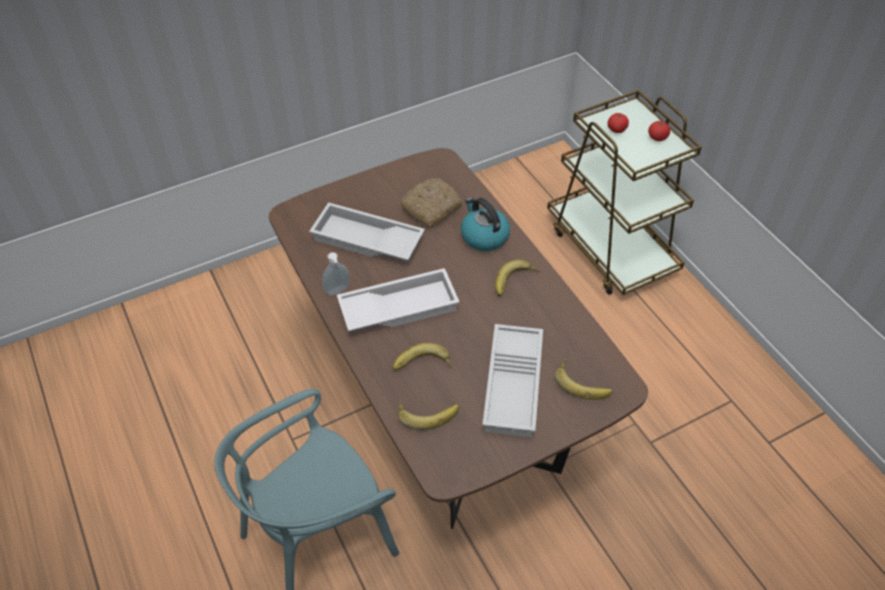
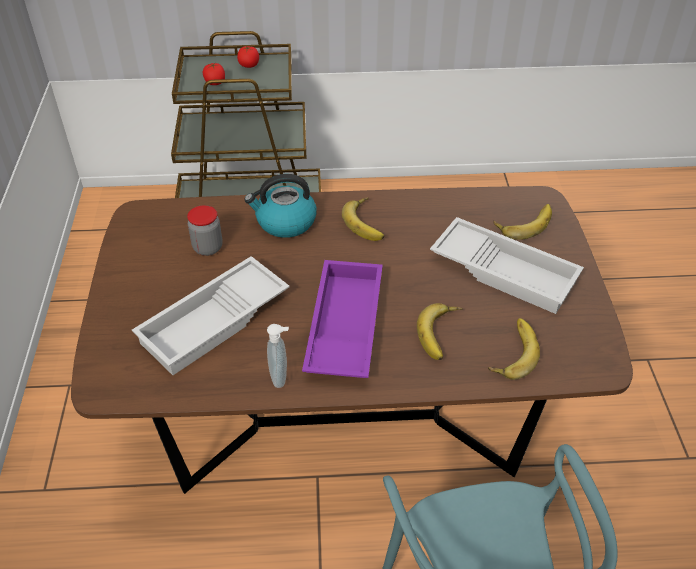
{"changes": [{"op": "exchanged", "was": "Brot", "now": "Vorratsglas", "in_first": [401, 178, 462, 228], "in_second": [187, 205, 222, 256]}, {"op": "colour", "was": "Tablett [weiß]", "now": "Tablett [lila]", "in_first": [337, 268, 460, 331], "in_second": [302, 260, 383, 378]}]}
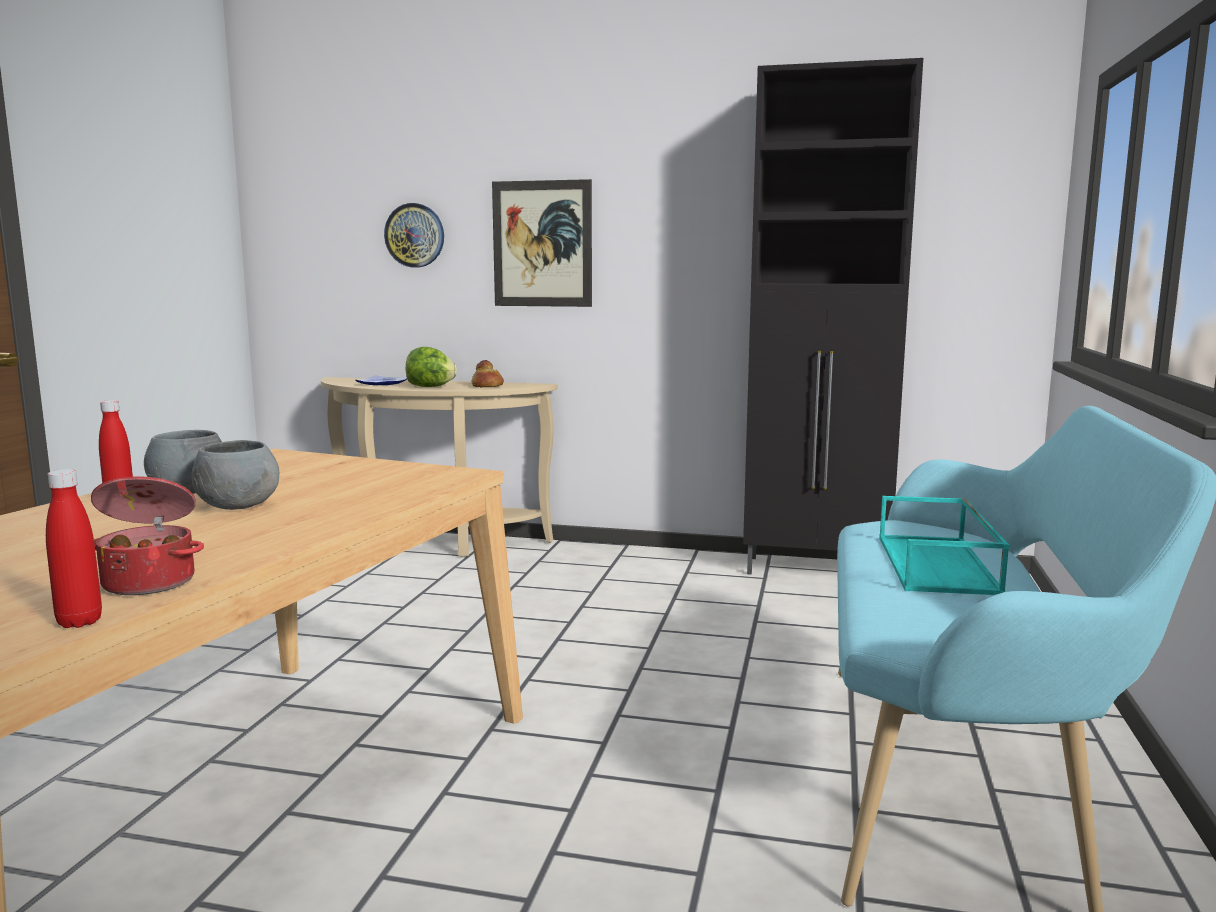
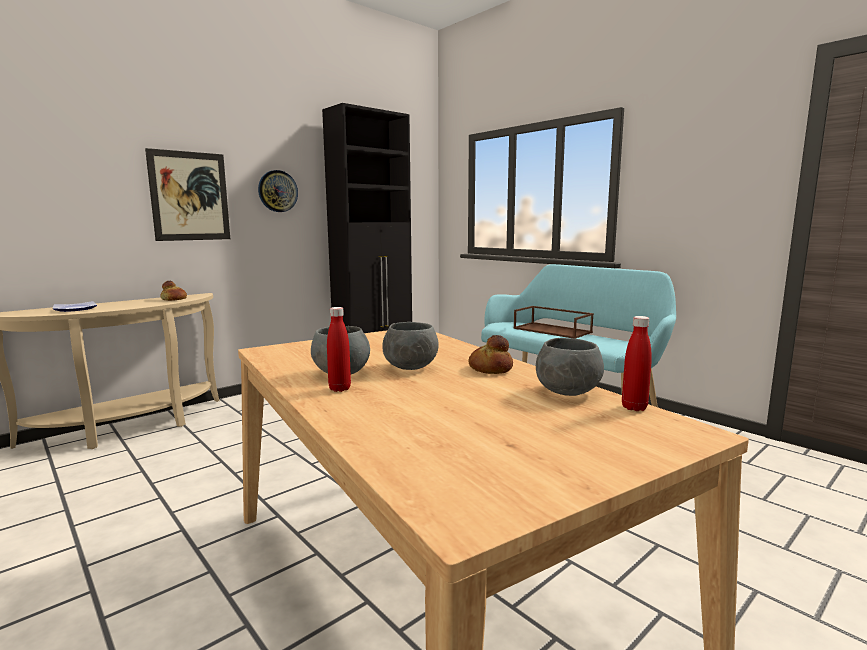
{"changes": [{"op": "relocated", "was": "Wanduhr", "in_first": [384, 203, 444, 267], "in_second": [258, 170, 298, 212]}, {"op": "appeared", "now": "Brot", "in_second": [468, 335, 513, 374]}, {"op": "colour", "was": "Tablett [türkis]", "now": "Tablett [braun]", "in_first": [879, 496, 1009, 595], "in_second": [513, 306, 594, 339]}, {"op": "exchanged", "was": "Kochtopf", "now": "Schüssel [grau]", "in_first": [91, 476, 204, 595], "in_second": [536, 338, 604, 396]}, {"op": "missing", "was": "Salatkopf", "in_first": [406, 347, 457, 387]}]}
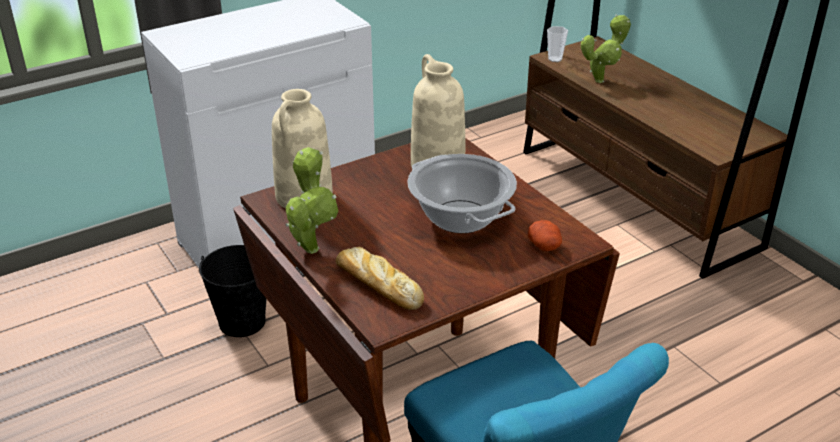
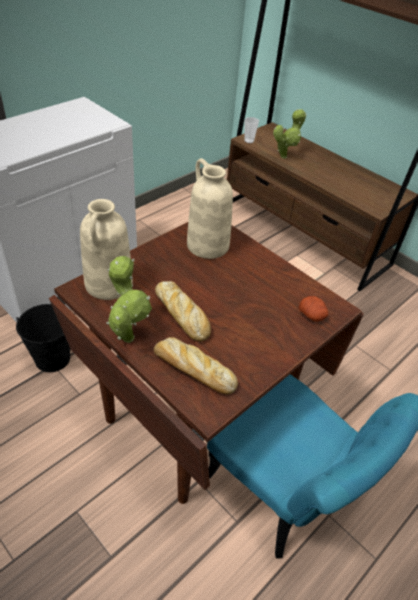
{"changes": [{"op": "appeared", "now": "Brot", "in_second": [155, 281, 211, 342]}, {"op": "missing", "was": "Kochtopf", "in_first": [407, 154, 517, 233]}]}
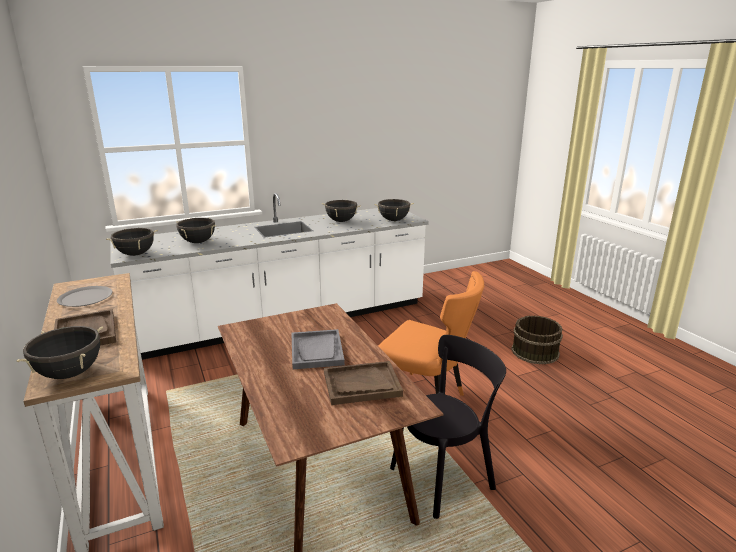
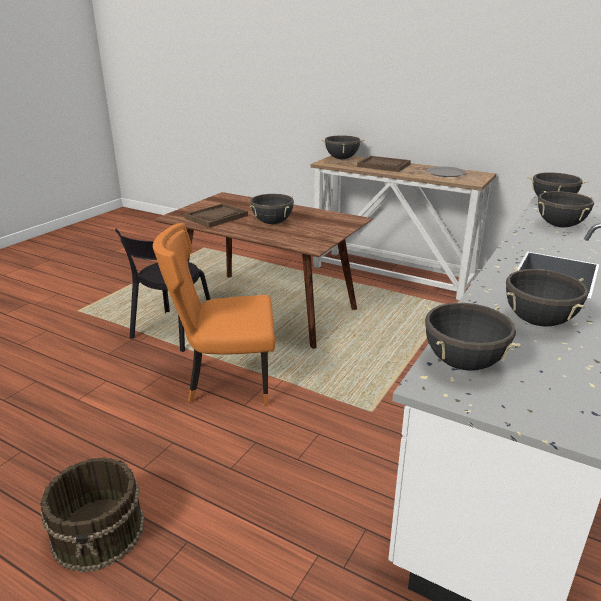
{"changes": [{"op": "exchanged", "was": "Tablett [grau]", "now": "Kochtopf [schwarz]", "in_first": [291, 329, 345, 369], "in_second": [250, 194, 294, 224]}]}
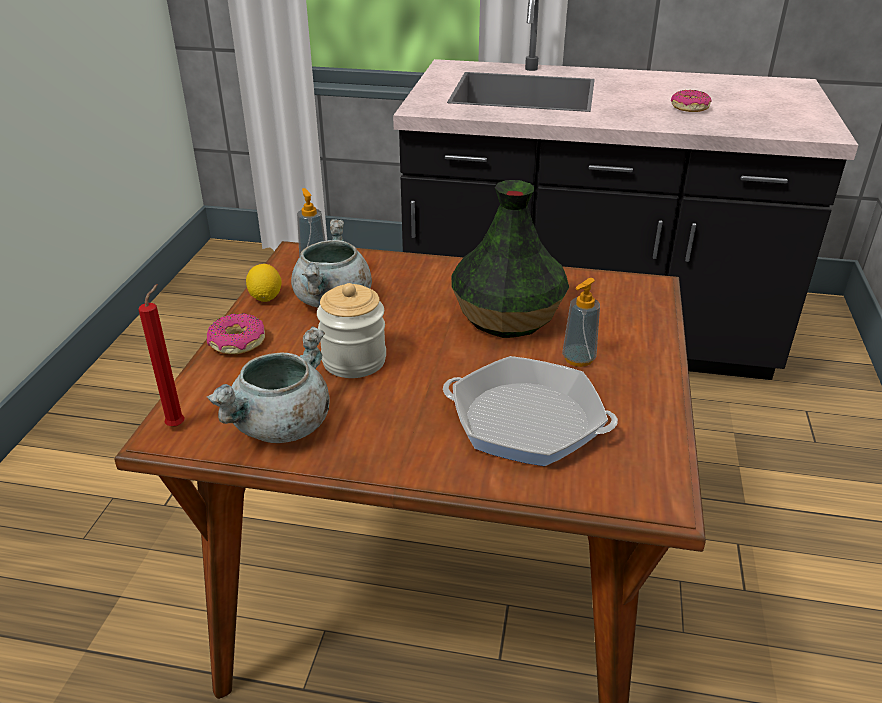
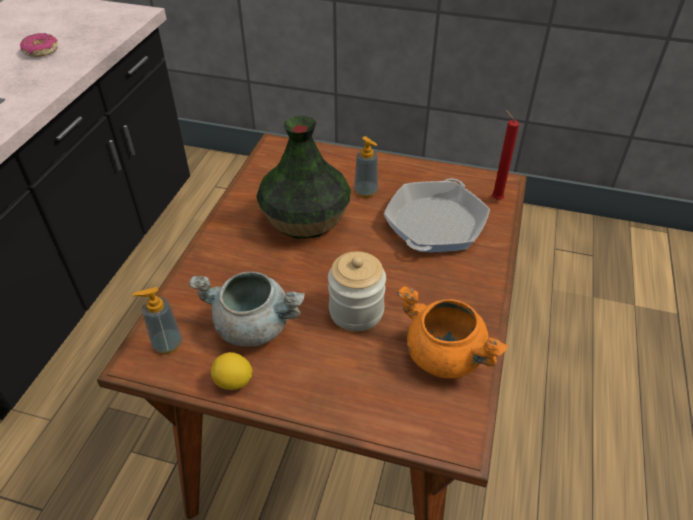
{"changes": [{"op": "colour", "was": "Kochtopf [grau]", "now": "Kochtopf [orange]", "in_first": [207, 326, 330, 443], "in_second": [397, 286, 509, 378]}, {"op": "relocated", "was": "Kerze [rot]", "in_first": [138, 284, 185, 427], "in_second": [492, 110, 519, 200]}, {"op": "missing", "was": "Donut", "in_first": [207, 314, 265, 354]}]}
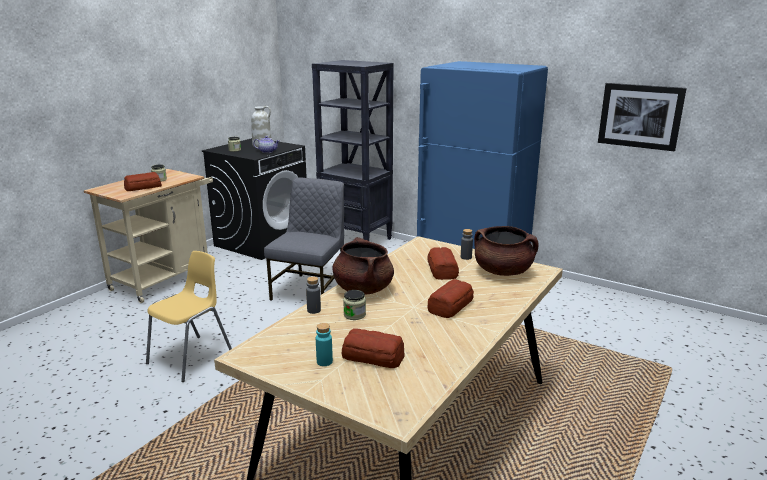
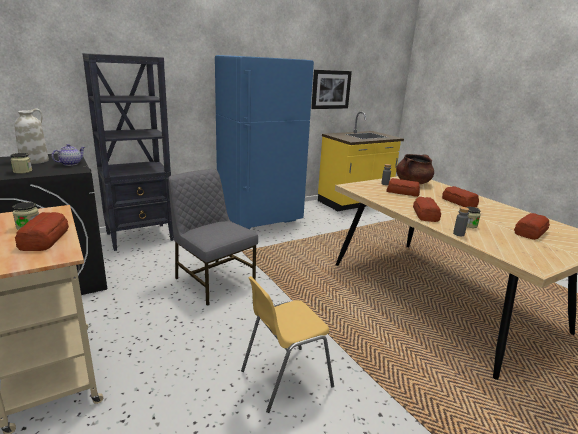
{"changes": [{"op": "spun", "was": "Stuhl [gelb]", "in_first": [146, 251, 232, 382], "in_second": [241, 276, 334, 413], "clockwise": -90}, {"op": "appeared", "now": "Küchenzeile [gelb]", "in_second": [318, 112, 404, 211]}, {"op": "exchanged", "was": "Kochtopf [braun]", "now": "Brot", "in_first": [333, 237, 394, 295], "in_second": [413, 197, 441, 222]}, {"op": "missing", "was": "Flasche [türkis]", "in_first": [316, 323, 333, 366]}]}
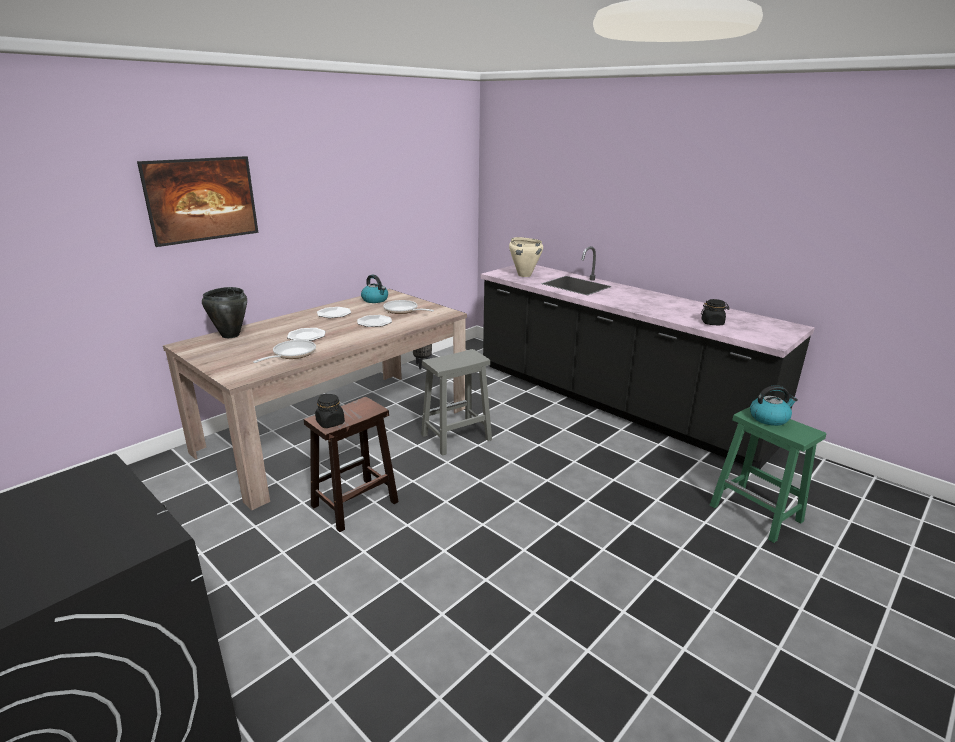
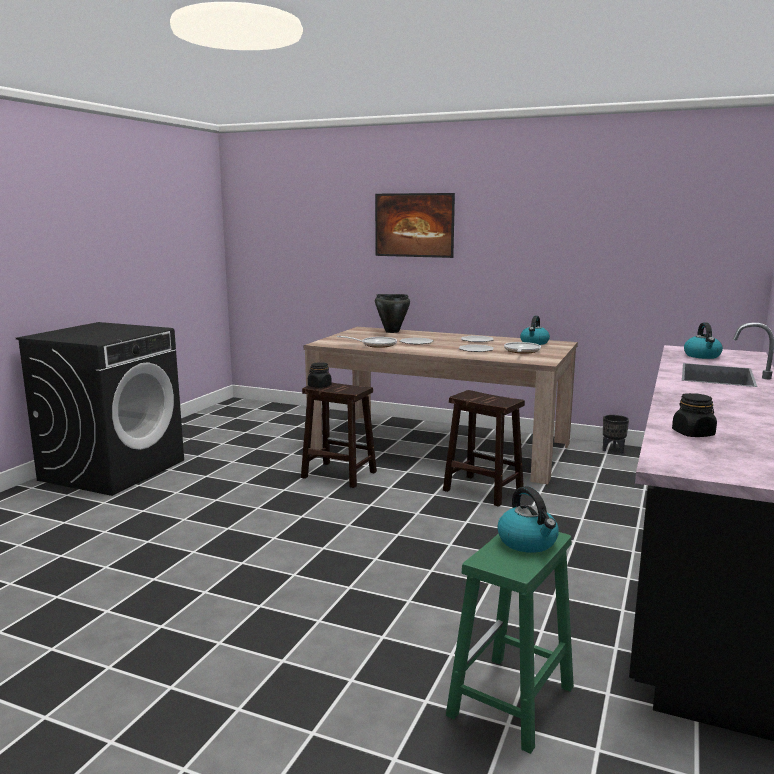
{"changes": [{"op": "colour", "was": "Hocker [grau]", "now": "Hocker [braun]", "in_first": [421, 349, 492, 456], "in_second": [443, 390, 525, 507]}, {"op": "exchanged", "was": "Kochtopf [beige]", "now": "Wasserkessel", "in_first": [509, 237, 543, 277], "in_second": [684, 322, 723, 359]}]}
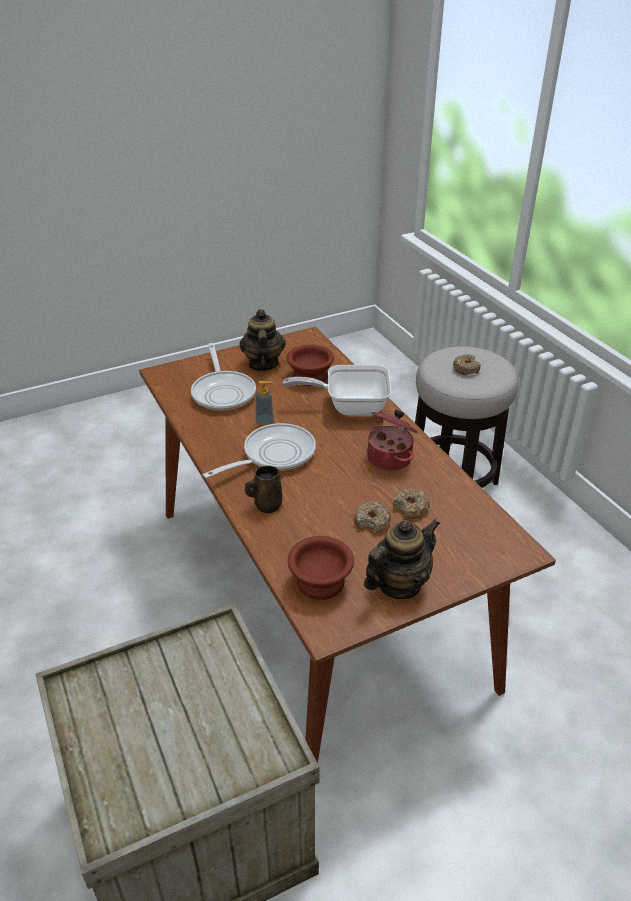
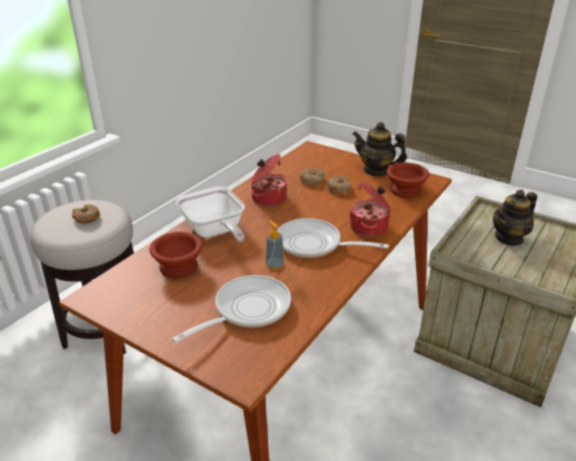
{"changes": [{"op": "exchanged", "was": "Henkelbecher [braun]", "now": "Kochtopf", "in_first": [245, 465, 282, 514], "in_second": [349, 181, 391, 237]}, {"op": "relocated", "was": "Teekanne", "in_first": [239, 309, 286, 371], "in_second": [493, 189, 537, 246]}]}
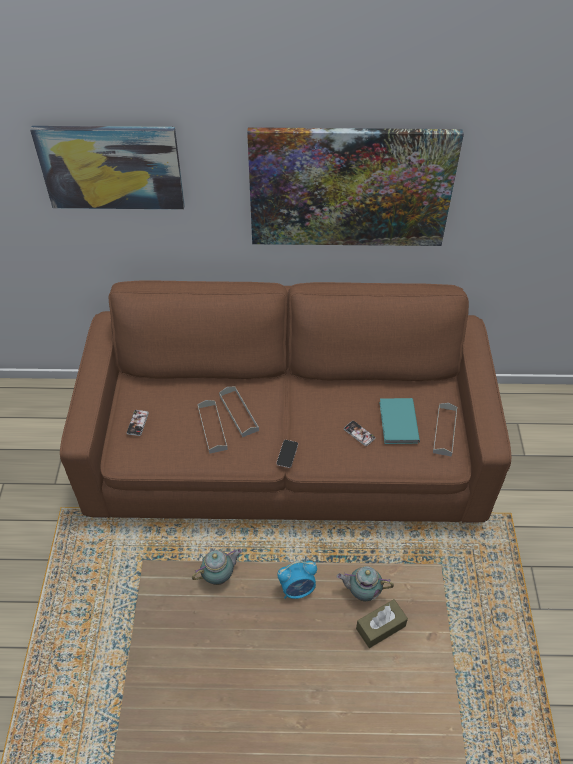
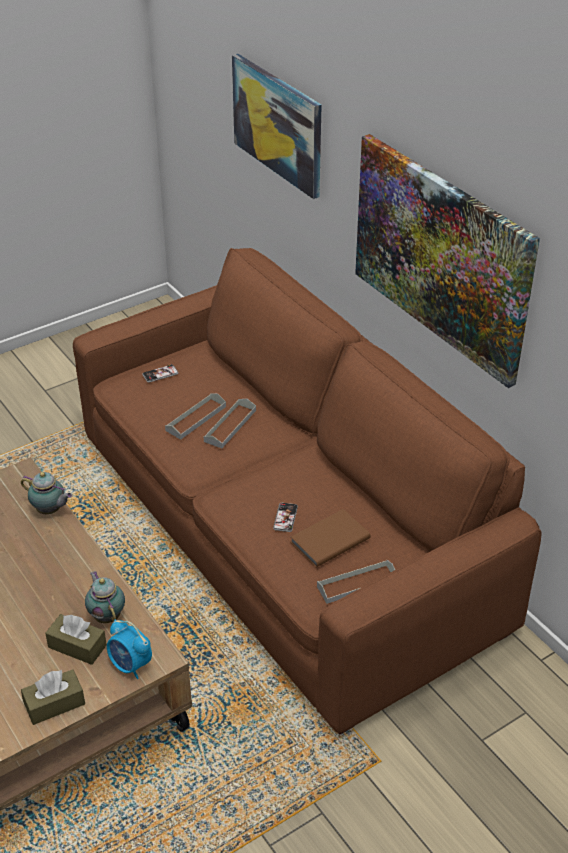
{"changes": [{"op": "appeared", "now": "Taschentuchbox [braun]", "in_second": [21, 669, 85, 725]}, {"op": "relocated", "was": "Wecker", "in_first": [277, 561, 317, 599], "in_second": [107, 619, 152, 679]}, {"op": "colour", "was": "Buch [türkis]", "now": "Buch [braun]", "in_first": [379, 398, 420, 444], "in_second": [291, 509, 370, 567]}, {"op": "missing", "was": "Handy", "in_first": [276, 440, 298, 468]}]}
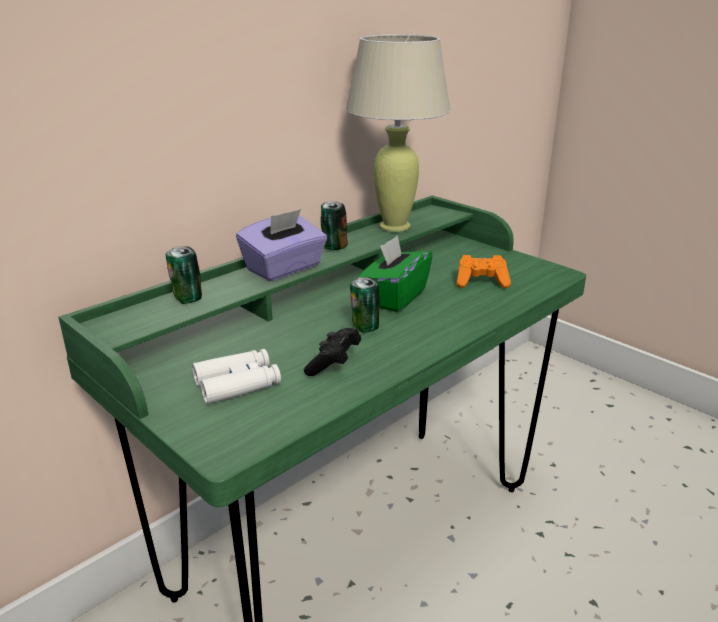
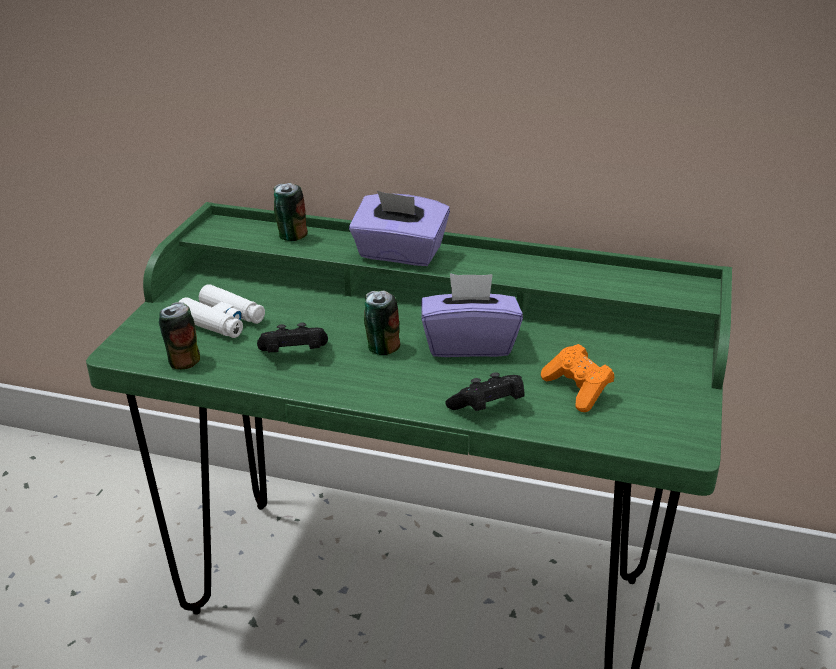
{"changes": [{"op": "relocated", "was": "Dose", "in_first": [321, 201, 348, 250], "in_second": [159, 302, 200, 369]}, {"op": "colour", "was": "Taschentuchbox [grün]", "now": "Taschentuchbox [lila]", "in_first": [359, 235, 433, 312], "in_second": [421, 273, 523, 357]}, {"op": "appeared", "now": "Gamepad [schwarz]", "in_second": [445, 372, 524, 411]}, {"op": "missing", "was": "Tischlampe [beige]", "in_first": [346, 34, 451, 232]}]}
